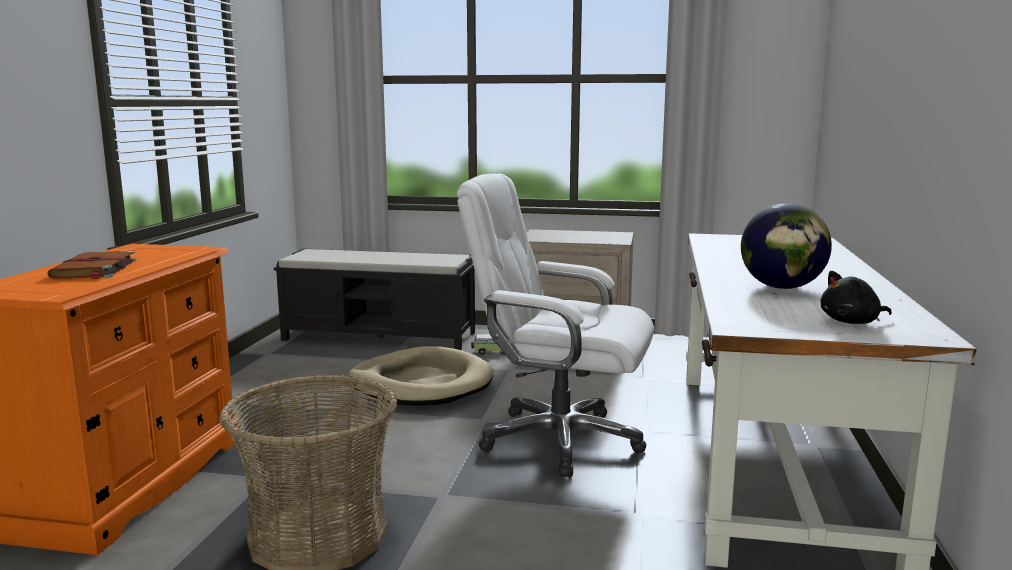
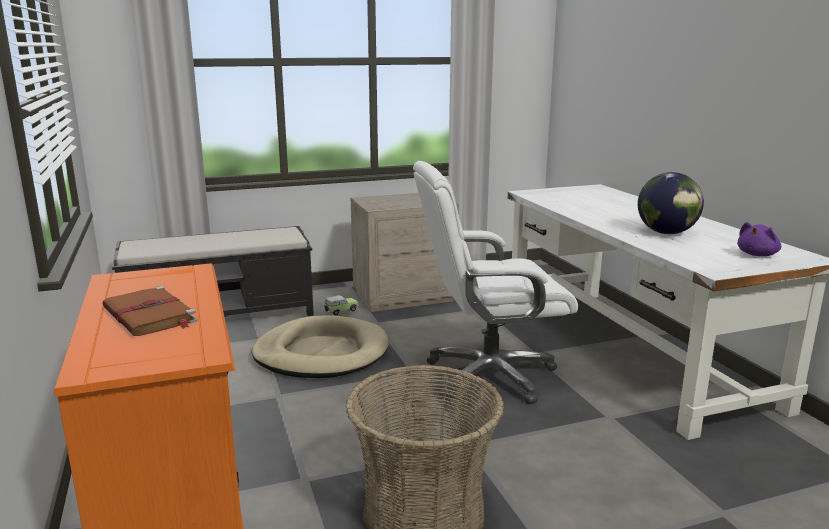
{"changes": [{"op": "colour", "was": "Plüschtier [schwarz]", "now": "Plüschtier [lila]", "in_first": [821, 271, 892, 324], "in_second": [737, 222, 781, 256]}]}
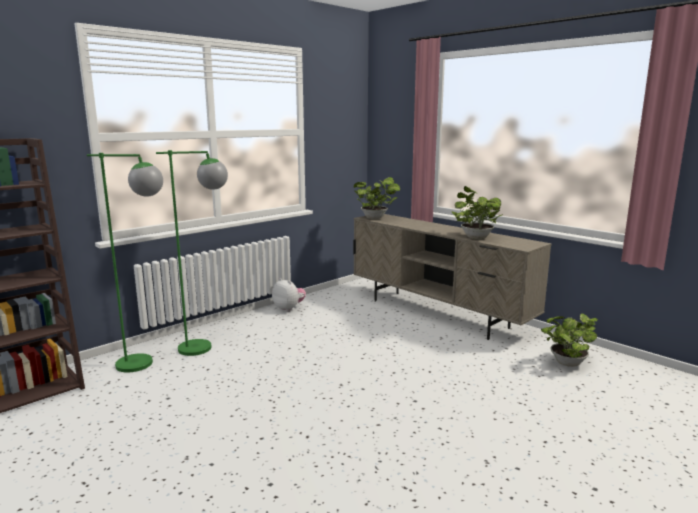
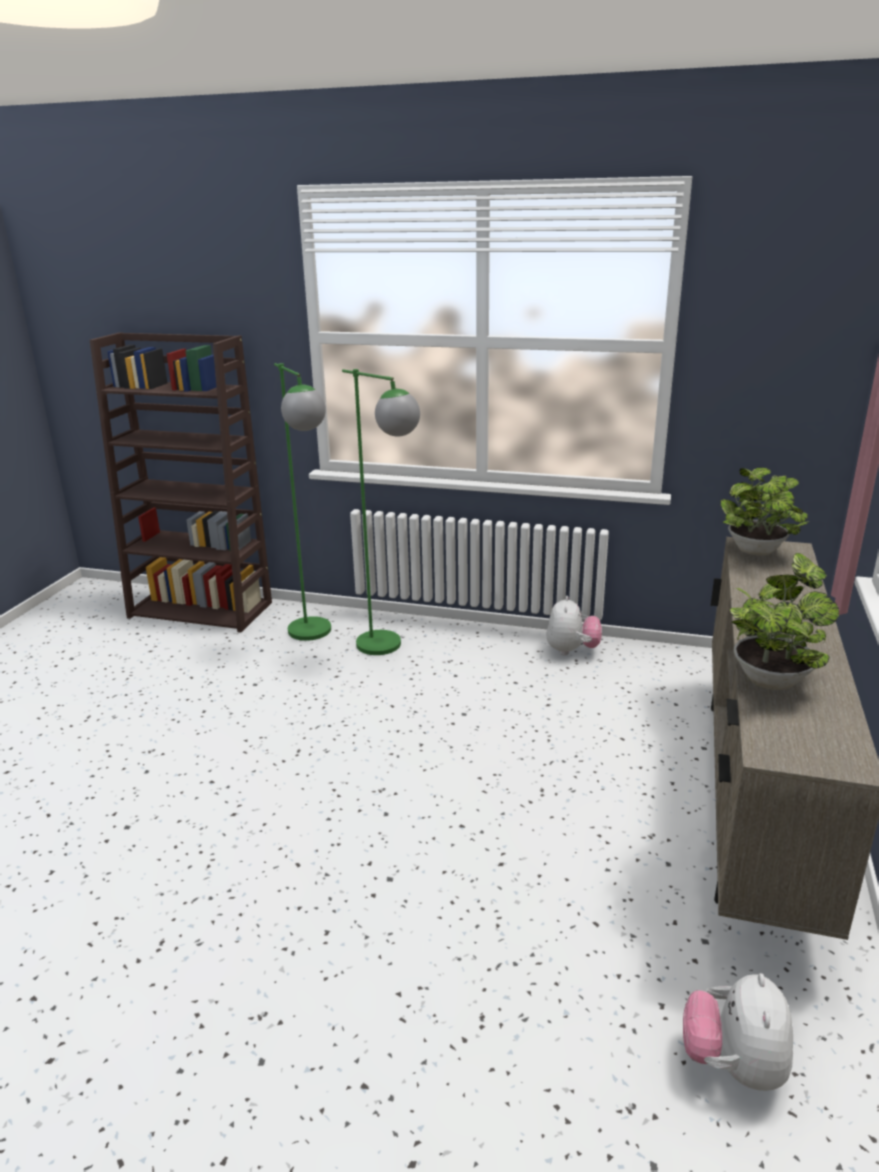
{"changes": [{"op": "exchanged", "was": "Topfpflanze", "now": "Plüschtier", "in_first": [541, 313, 598, 367], "in_second": [683, 973, 793, 1091]}]}
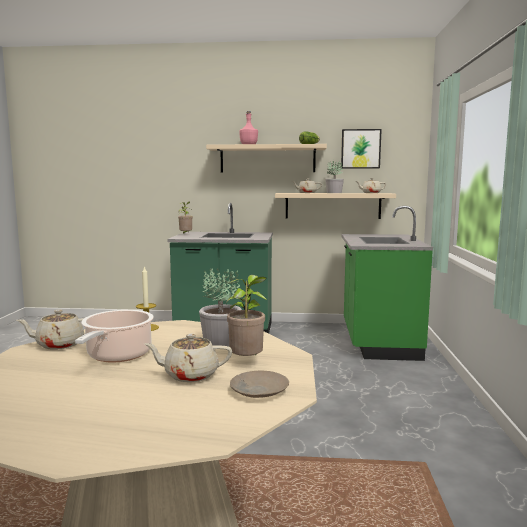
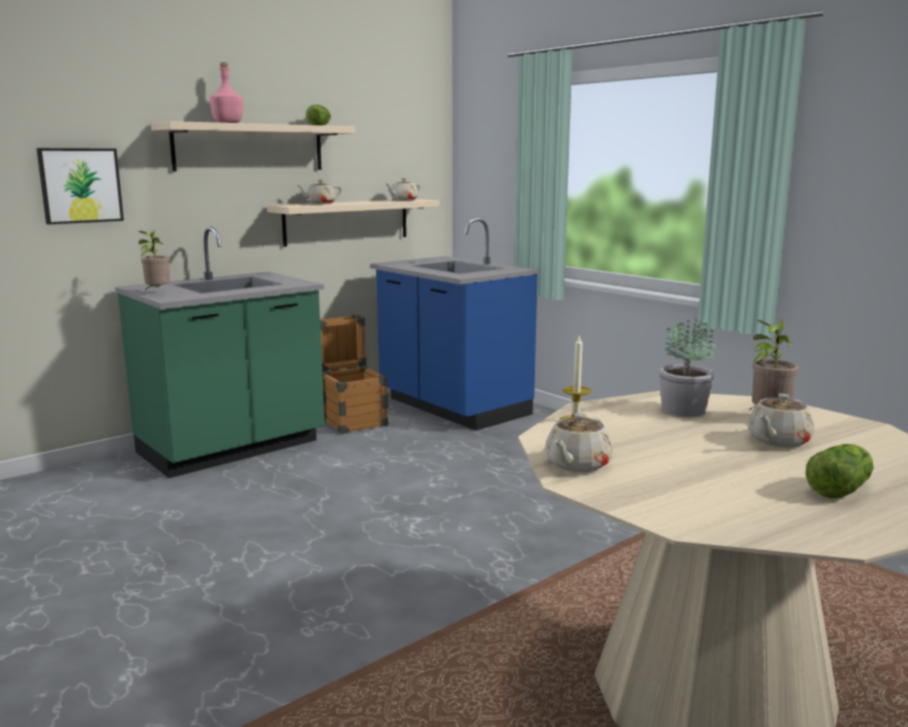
{"changes": [{"op": "relocated", "was": "Bild", "in_first": [341, 129, 382, 169], "in_second": [36, 148, 124, 225]}, {"op": "appeared", "now": "Kiste", "in_second": [320, 315, 388, 434]}, {"op": "colour", "was": "Küchenzeile [grün]", "now": "Küchenzeile [blau]", "in_first": [342, 206, 433, 361], "in_second": [370, 217, 539, 431]}, {"op": "appeared", "now": "Salatkopf", "in_second": [806, 444, 874, 499]}, {"op": "missing", "was": "Kochtopf", "in_first": [75, 310, 154, 362]}, {"op": "missing", "was": "Teller [beige]", "in_first": [230, 371, 289, 398]}, {"op": "missing", "was": "Topfpflanze", "in_first": [325, 160, 344, 193]}]}
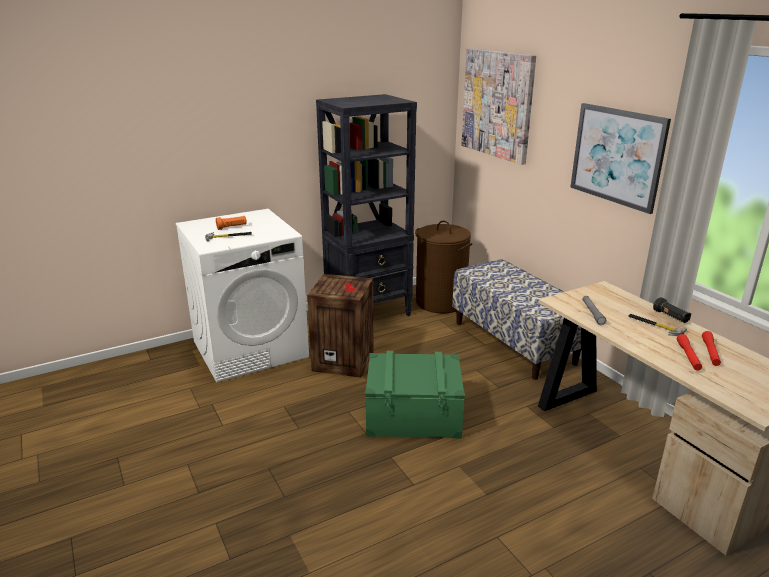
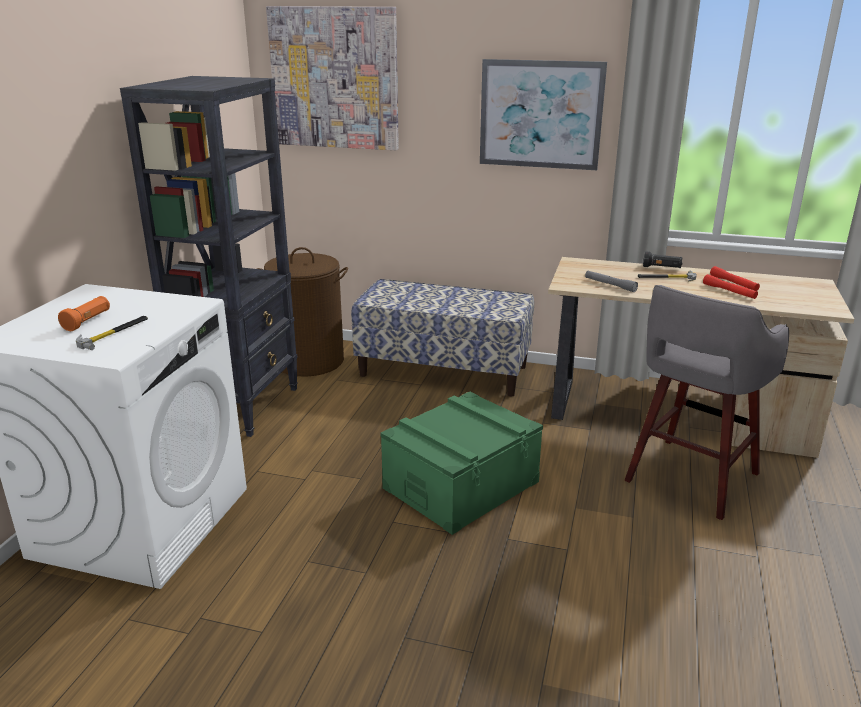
{"changes": [{"op": "appeared", "now": "Hocker [grau]", "in_second": [625, 285, 789, 520]}, {"op": "missing", "was": "Kiste", "in_first": [307, 274, 374, 378]}]}
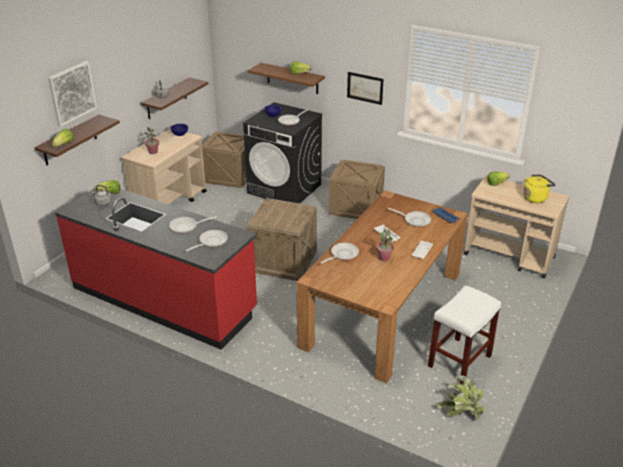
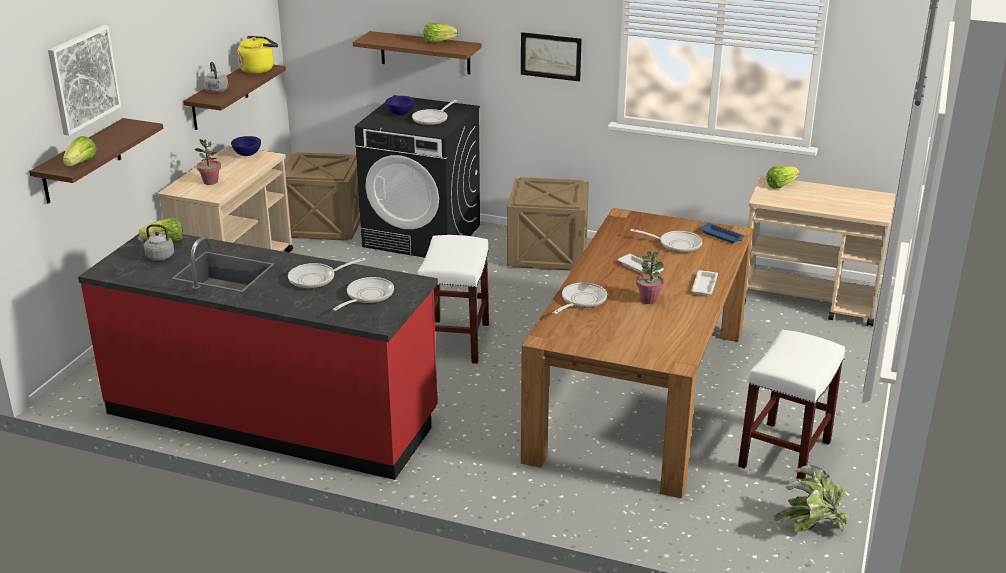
{"changes": [{"op": "relocated", "was": "Wasserkessel [gelb]", "in_first": [523, 174, 556, 203], "in_second": [237, 36, 278, 74]}, {"op": "exchanged", "was": "Kiste", "now": "Hocker [weiß]", "in_first": [246, 198, 317, 281], "in_second": [417, 235, 489, 364]}]}
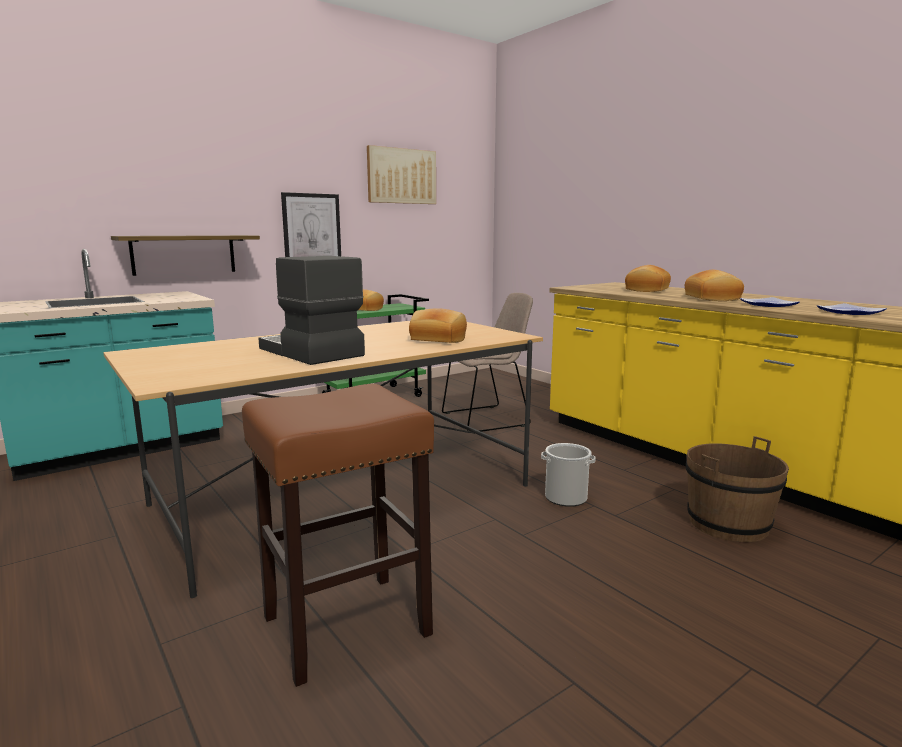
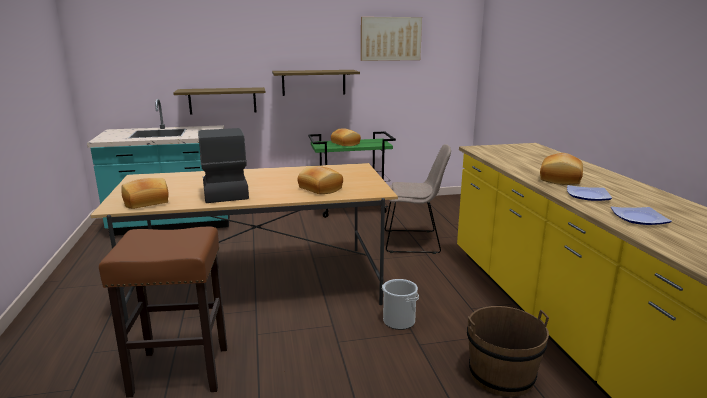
{"changes": [{"op": "relocated", "was": "Brot", "in_first": [625, 265, 671, 292], "in_second": [121, 178, 169, 209]}, {"op": "exchanged", "was": "Bild", "now": "Wandregal", "in_first": [281, 192, 341, 257], "in_second": [272, 70, 360, 96]}]}
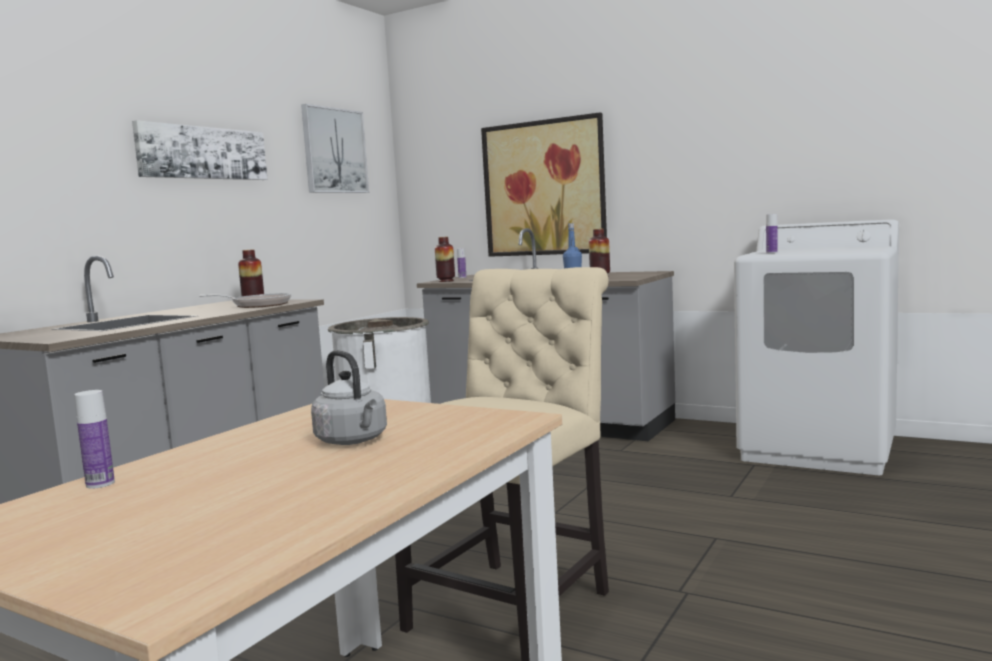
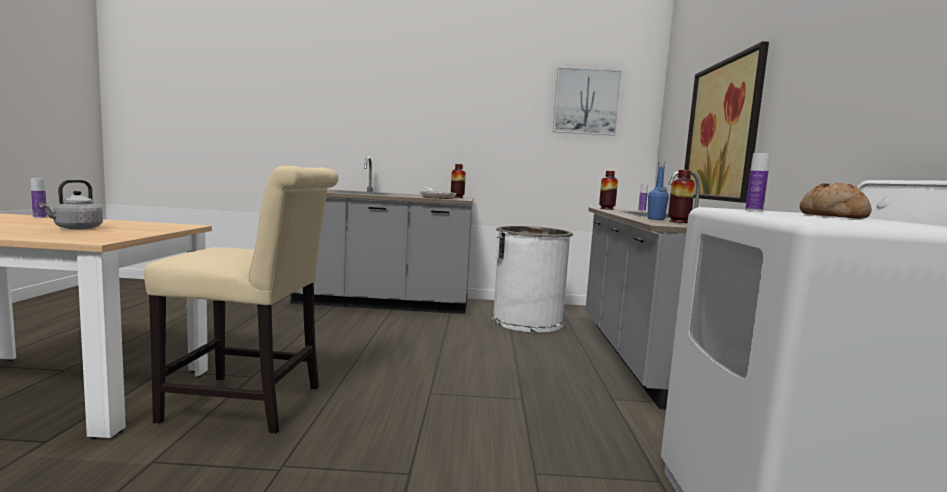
{"changes": [{"op": "appeared", "now": "Brot", "in_second": [800, 183, 872, 219]}, {"op": "missing", "was": "Bild", "in_first": [132, 120, 268, 180]}]}
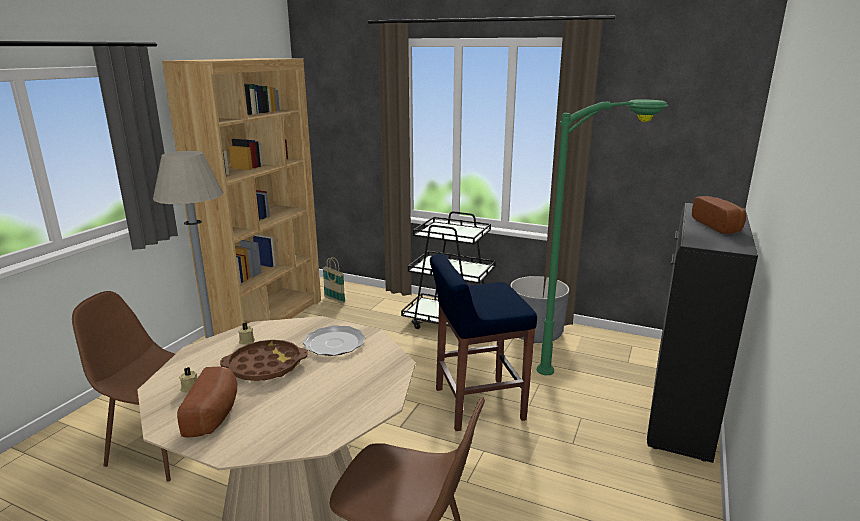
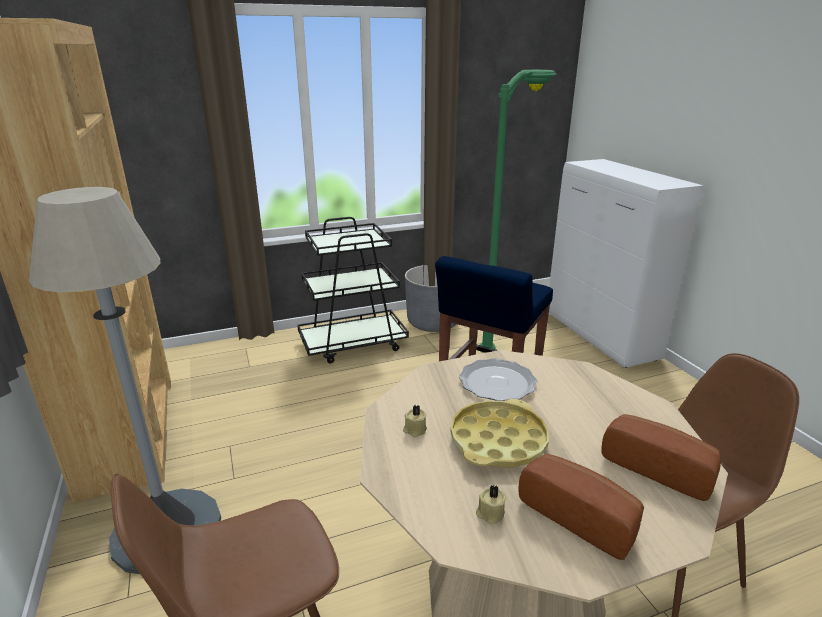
{"changes": [{"op": "colour", "was": "Tablett [braun]", "now": "Tablett [gelb]", "in_first": [220, 340, 308, 381], "in_second": [450, 399, 549, 468]}, {"op": "colour", "was": "Schrank [schwarz]", "now": "Schrank [weiß]", "in_first": [647, 203, 758, 463], "in_second": [549, 159, 704, 368]}, {"op": "relocated", "was": "Brot", "in_first": [692, 196, 746, 234], "in_second": [601, 414, 721, 501]}, {"op": "missing", "was": "Korb", "in_first": [322, 257, 346, 303]}]}
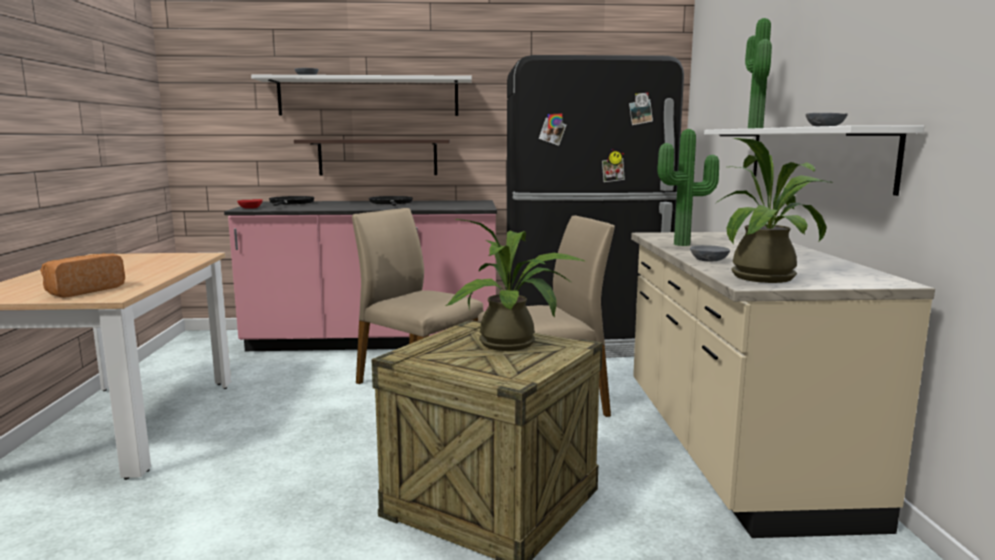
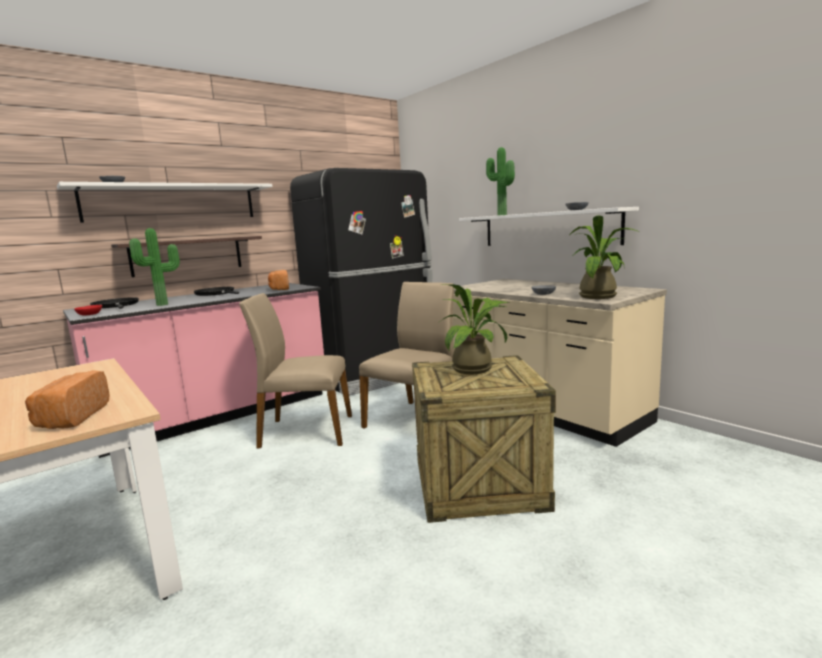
{"changes": [{"op": "relocated", "was": "Topfpflanze", "in_first": [657, 129, 719, 246], "in_second": [129, 228, 180, 306]}, {"op": "appeared", "now": "Brot", "in_second": [268, 270, 289, 290]}]}
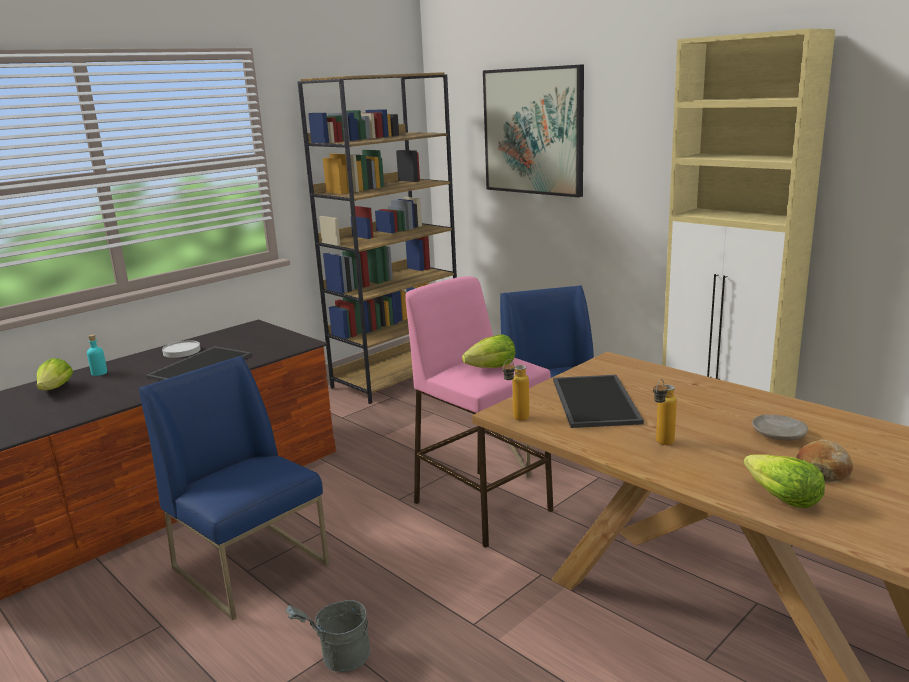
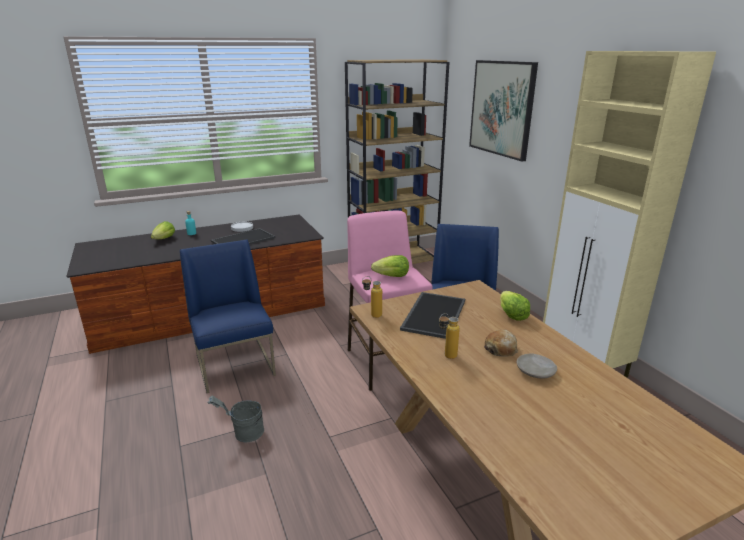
{"changes": [{"op": "relocated", "was": "Brot", "in_first": [796, 439, 853, 482], "in_second": [484, 330, 518, 357]}, {"op": "relocated", "was": "Salatkopf", "in_first": [743, 454, 825, 508], "in_second": [500, 291, 530, 321]}]}
